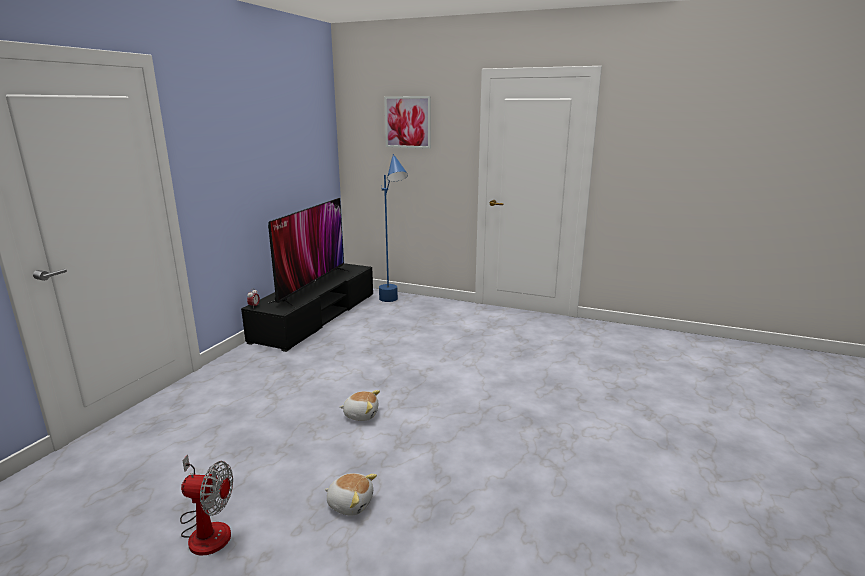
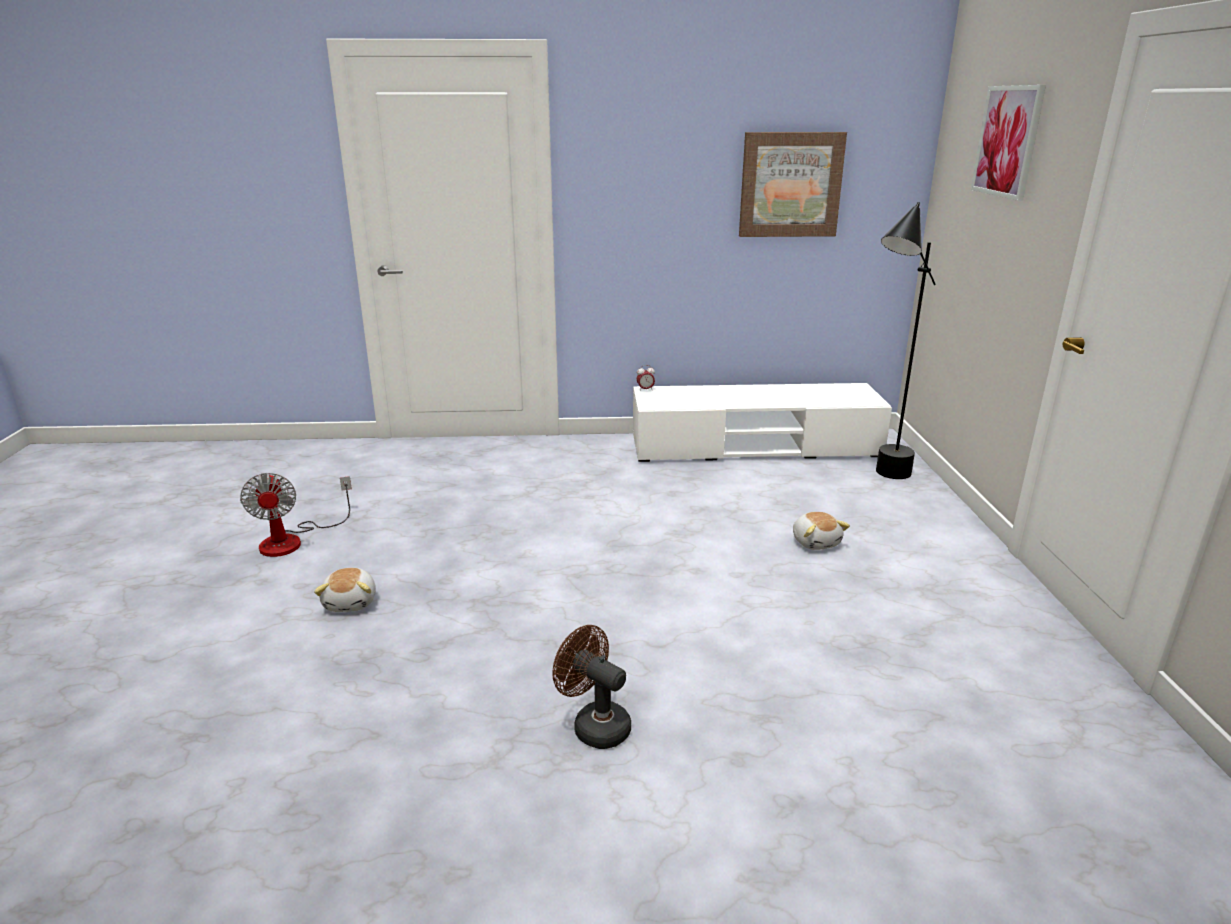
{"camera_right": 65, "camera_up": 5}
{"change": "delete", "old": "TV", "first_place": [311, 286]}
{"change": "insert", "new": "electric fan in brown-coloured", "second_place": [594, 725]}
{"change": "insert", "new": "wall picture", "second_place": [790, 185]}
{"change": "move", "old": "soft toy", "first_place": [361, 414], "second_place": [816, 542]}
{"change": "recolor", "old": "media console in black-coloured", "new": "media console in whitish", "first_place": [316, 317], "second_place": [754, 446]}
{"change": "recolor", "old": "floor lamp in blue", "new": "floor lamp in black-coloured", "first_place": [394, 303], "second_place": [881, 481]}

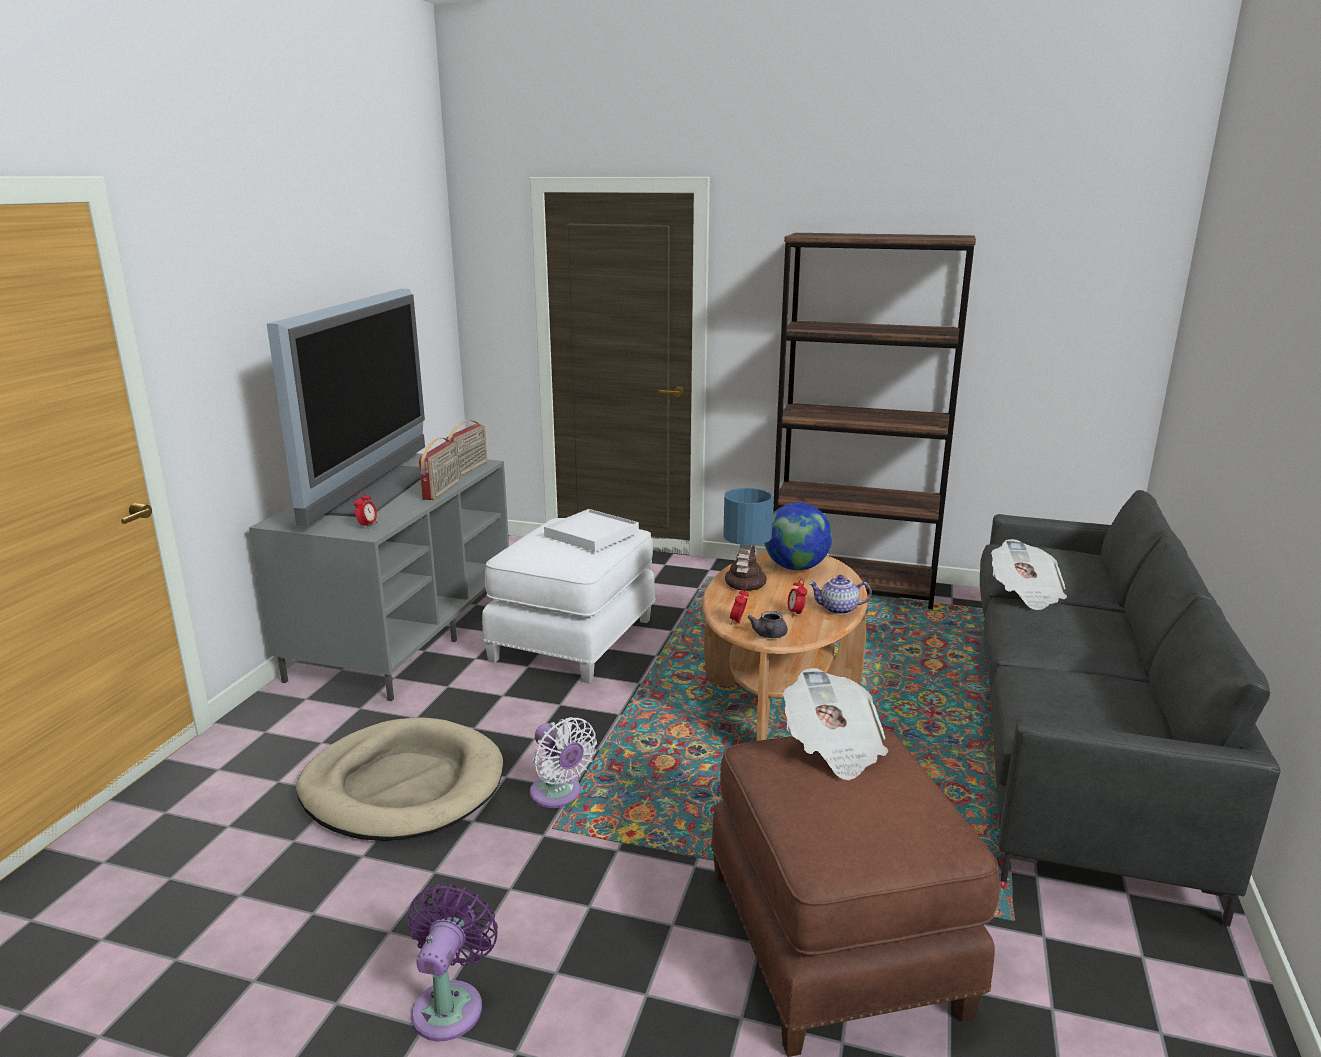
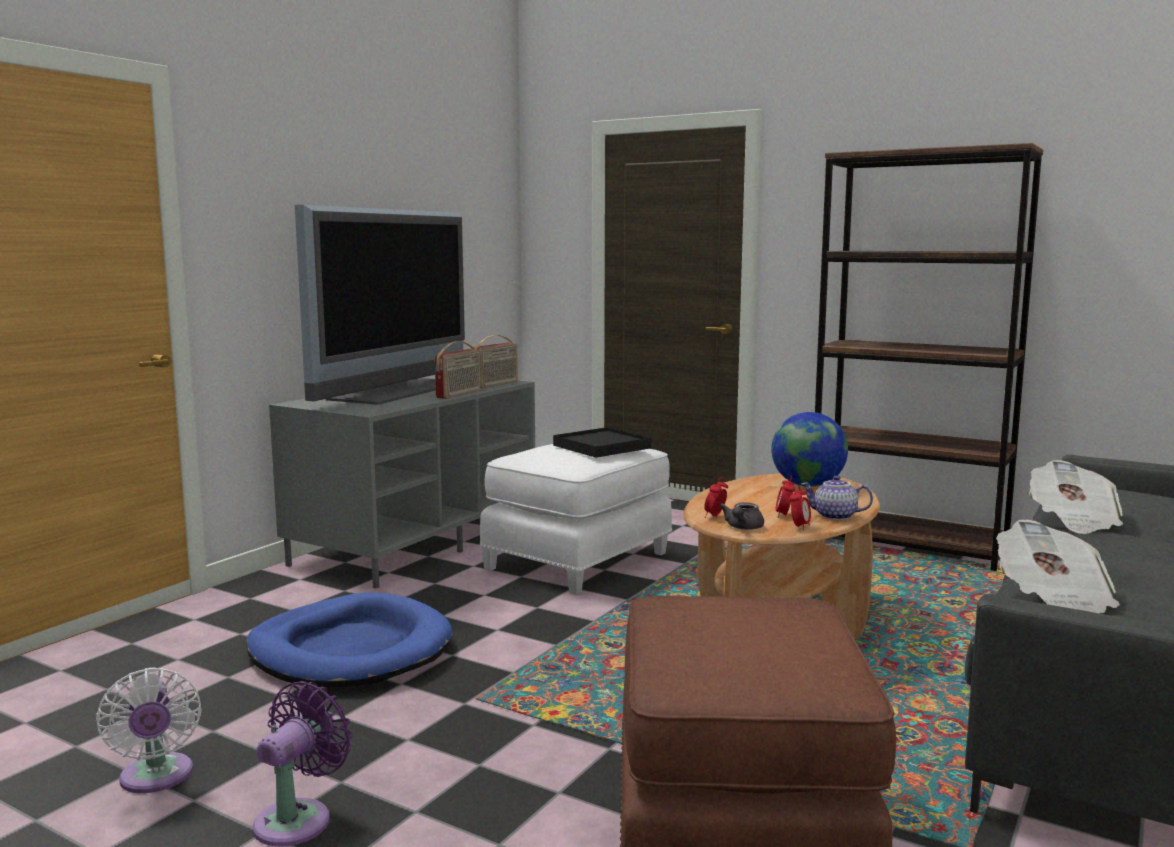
{"camera_right": 15, "camera_up": -10}
{"change": "delete", "old": "table lamp", "first_place": [745, 583]}
{"change": "move", "old": "bedside clock", "first_place": [367, 525], "second_place": [799, 527]}
{"change": "move", "old": "electric fan in whitish", "first_place": [558, 795], "second_place": [156, 778]}
{"change": "move", "old": "daily paper", "first_place": [833, 747], "second_place": [1053, 600]}
{"change": "recolor", "old": "pet bed in sand-coloured", "new": "pet bed in blue", "first_place": [403, 786], "second_place": [350, 650]}
{"change": "recolor", "old": "serving tray in whitish", "new": "serving tray in black-coloured", "first_place": [591, 534], "second_place": [601, 447]}

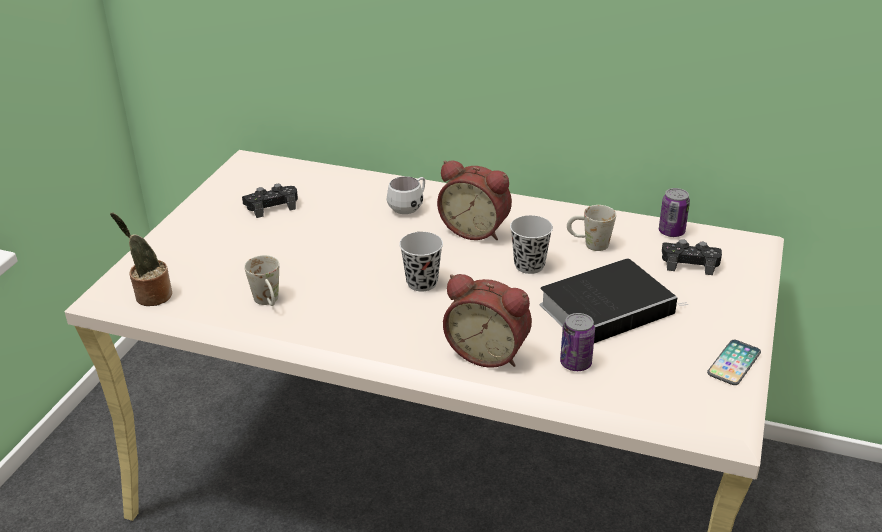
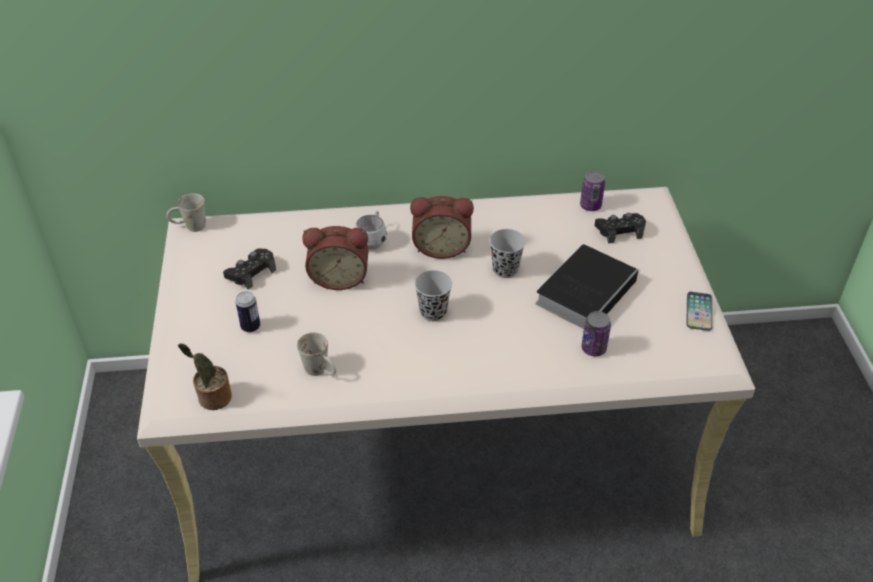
{"camera_right": -25, "camera_up": 10}
{"change": "insert", "new": "can", "second_place": [250, 327]}
{"change": "move", "old": "bedside clock", "first_place": [488, 352], "second_place": [339, 277]}
{"change": "move", "old": "coffee mug in whitish", "first_place": [589, 244], "second_place": [189, 227]}

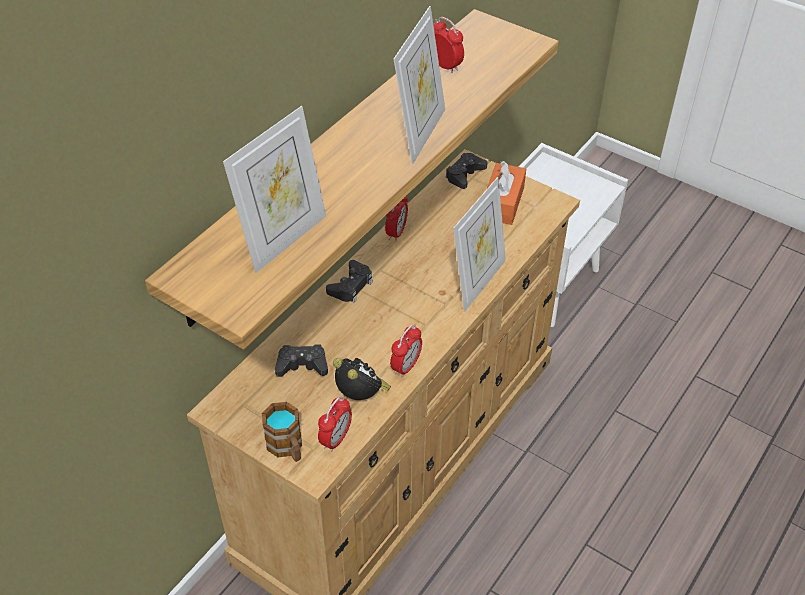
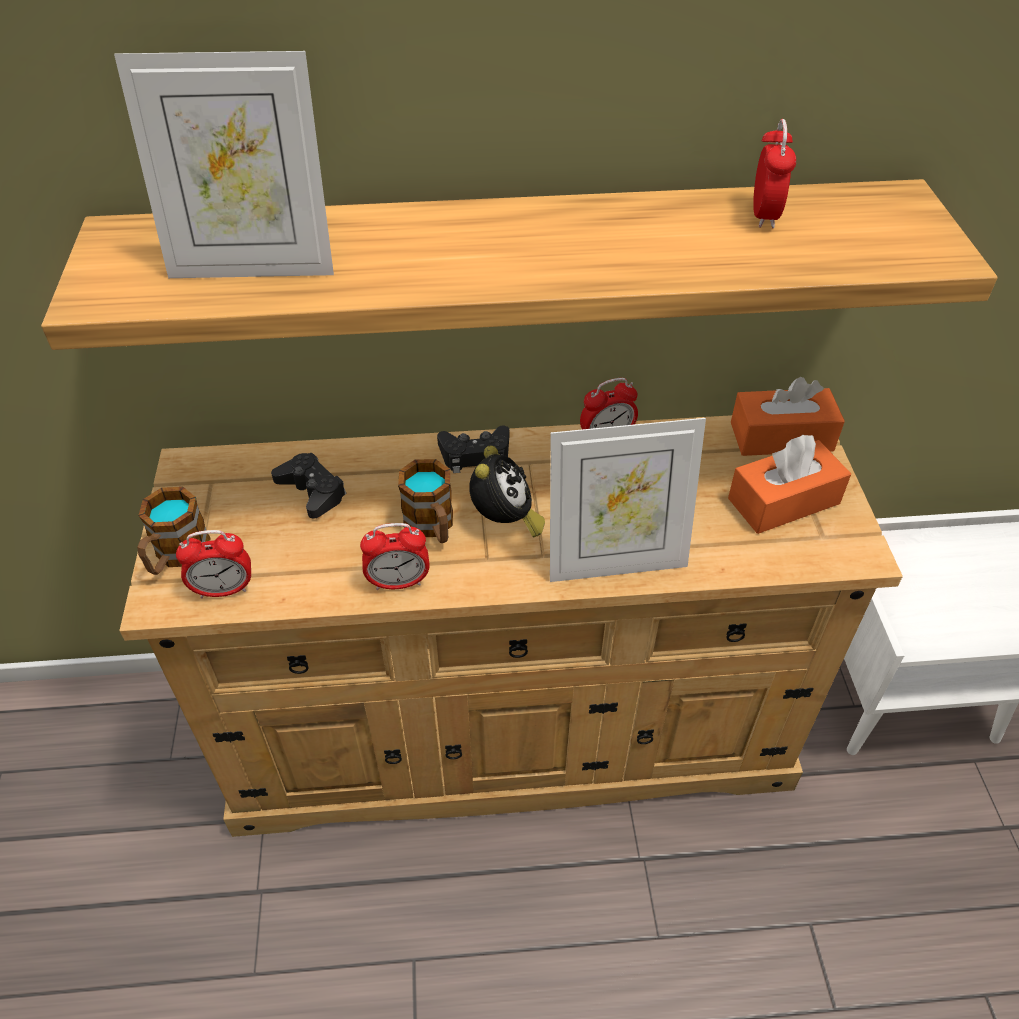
{"camera_right": 50, "camera_up": 0}
{"change": "delete", "old": "picture frame", "first_place": [420, 133]}
{"change": "insert", "new": "coffee mug", "second_place": [432, 526]}
{"change": "move", "old": "bedside clock", "first_place": [361, 396], "second_place": [505, 521]}
{"change": "replace", "old": "gamepad in black-coloured", "new": "tissue box in orange", "first_place": [464, 175], "second_place": [781, 437]}

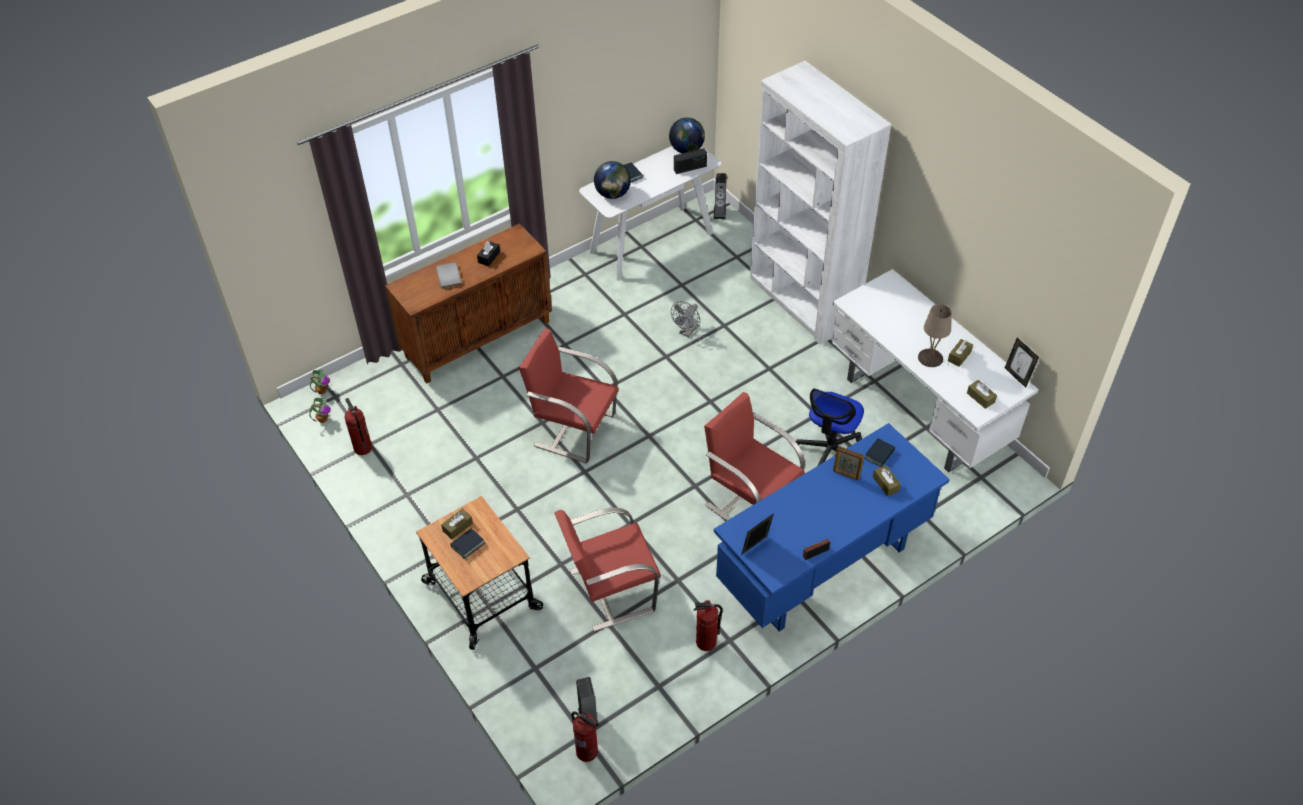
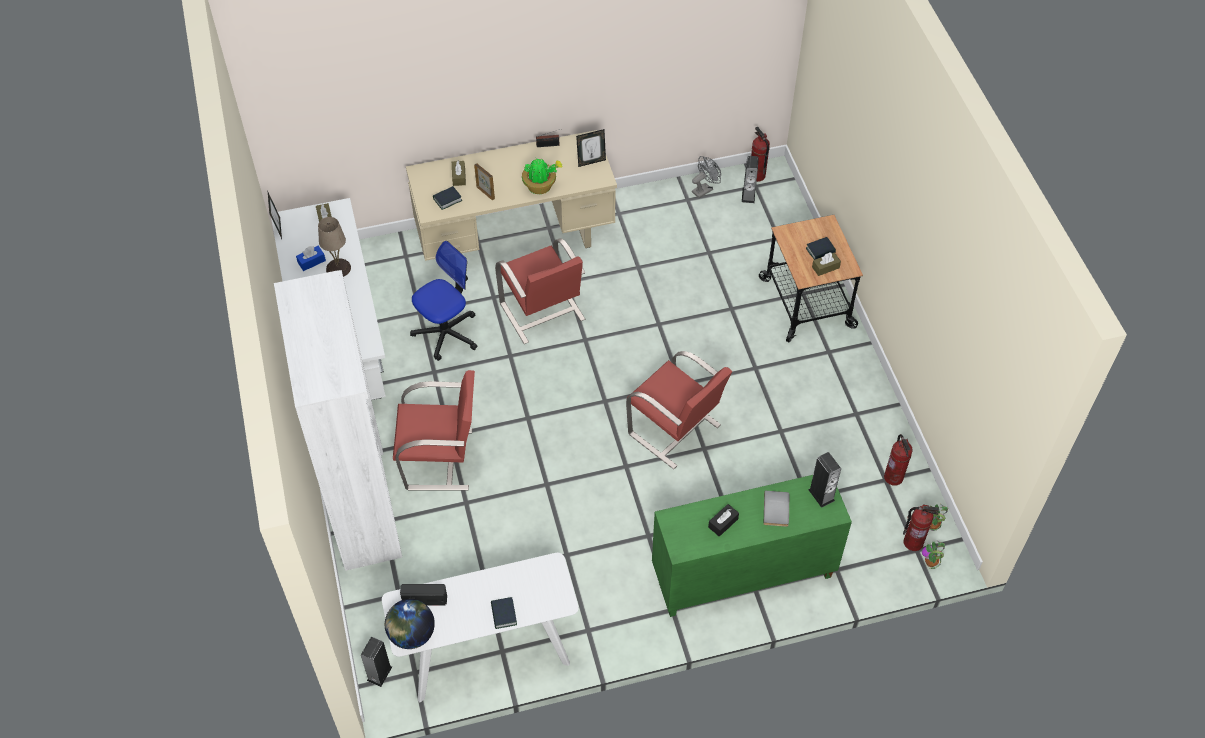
{"camera_right": -160, "camera_up": 5}
{"change": "delete", "old": "desk globe", "first_place": [613, 194]}
{"change": "insert", "new": "potted plant", "second_place": [540, 186]}
{"change": "insert", "new": "audio speaker", "second_place": [821, 495]}
{"change": "move", "old": "plain chair in red", "first_place": [610, 591], "second_place": [441, 459]}
{"change": "move", "old": "electric fan in grey", "first_place": [687, 332], "second_place": [704, 189]}
{"change": "move", "old": "extinguisher", "first_place": [706, 642], "second_place": [913, 542]}
{"change": "recolor", "old": "storage cabinet in brown-coloured", "new": "storage cabinet in green", "first_place": [478, 338], "second_place": [742, 576]}
{"change": "recolor", "old": "desk table in blue", "new": "desk table in sand-coloured", "first_place": [823, 569], "second_place": [516, 240]}
{"change": "recolor", "old": "tissue box in brown-coloured", "new": "tissue box in blue", "first_place": [959, 356], "second_place": [311, 261]}

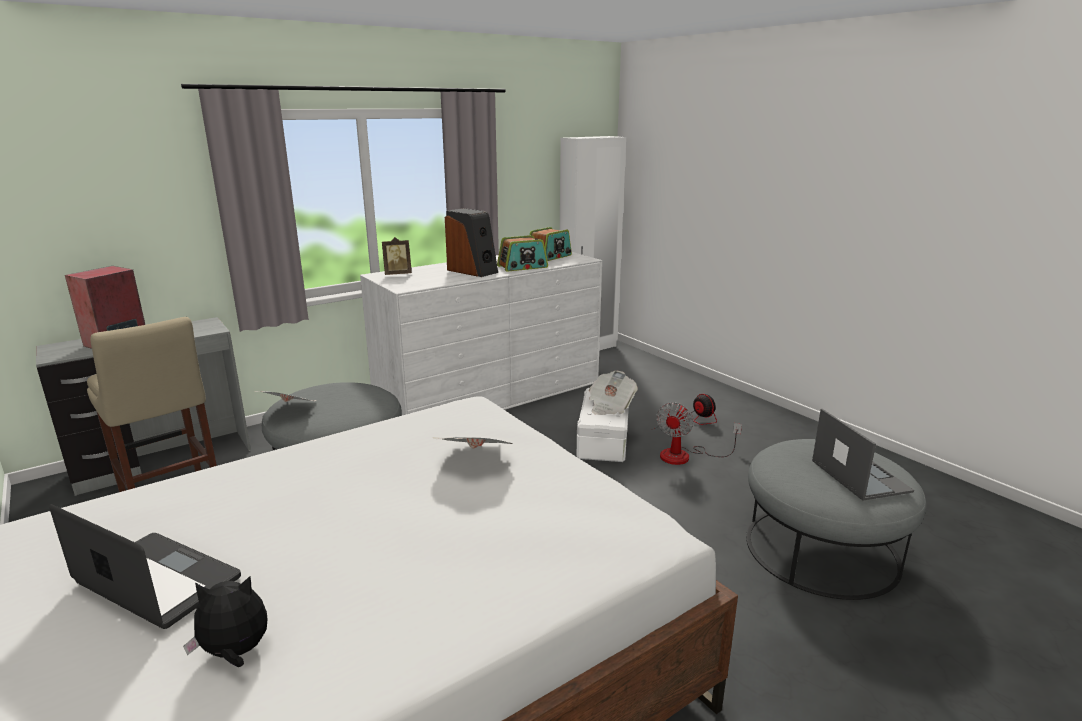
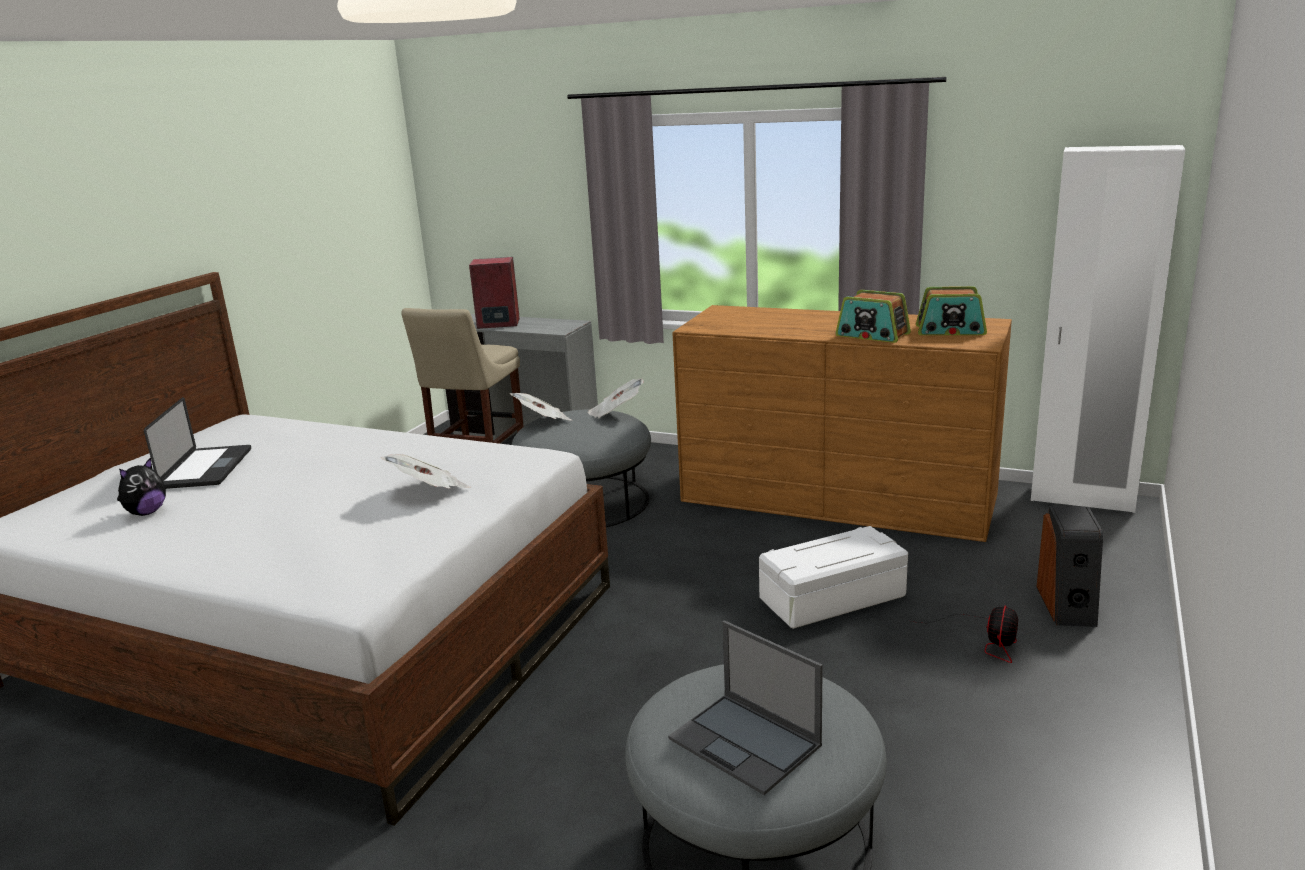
{"camera_right": 60, "camera_up": 0}
{"change": "delete", "old": "picture frame", "first_place": [397, 274]}
{"change": "delete", "old": "electric fan", "first_place": [685, 456]}
{"change": "move", "old": "audio speaker", "first_place": [473, 271], "second_place": [1068, 605]}
{"change": "move", "old": "daily paper", "first_place": [610, 406], "second_place": [616, 413]}
{"change": "recolor", "old": "dresser in whitish", "new": "dresser in brown-coloured", "first_place": [490, 394], "second_place": [837, 497]}
{"change": "rotate", "old": "soft toy", "first_place": [235, 653], "second_place": [146, 512], "degrees": 75}
{"change": "rotate", "old": "portable computer", "first_place": [859, 475], "second_place": [746, 743], "degrees": 90}

